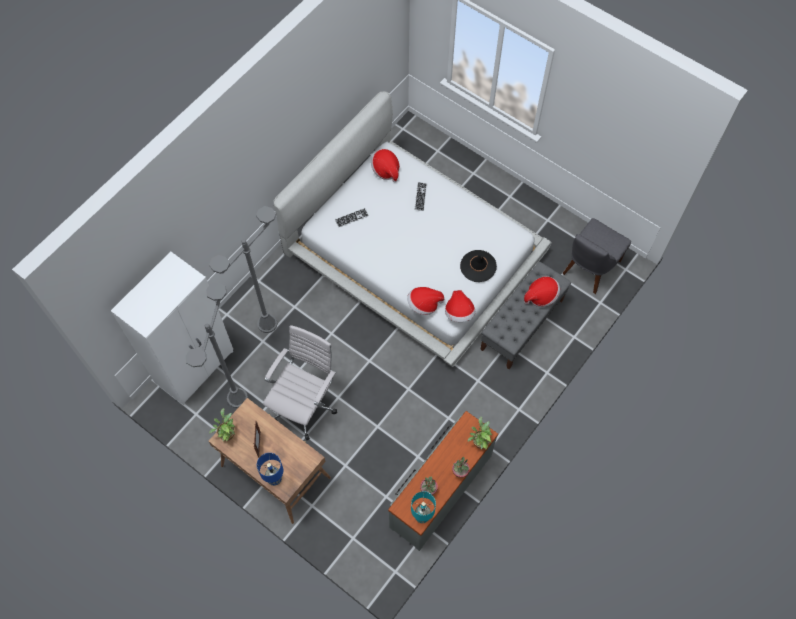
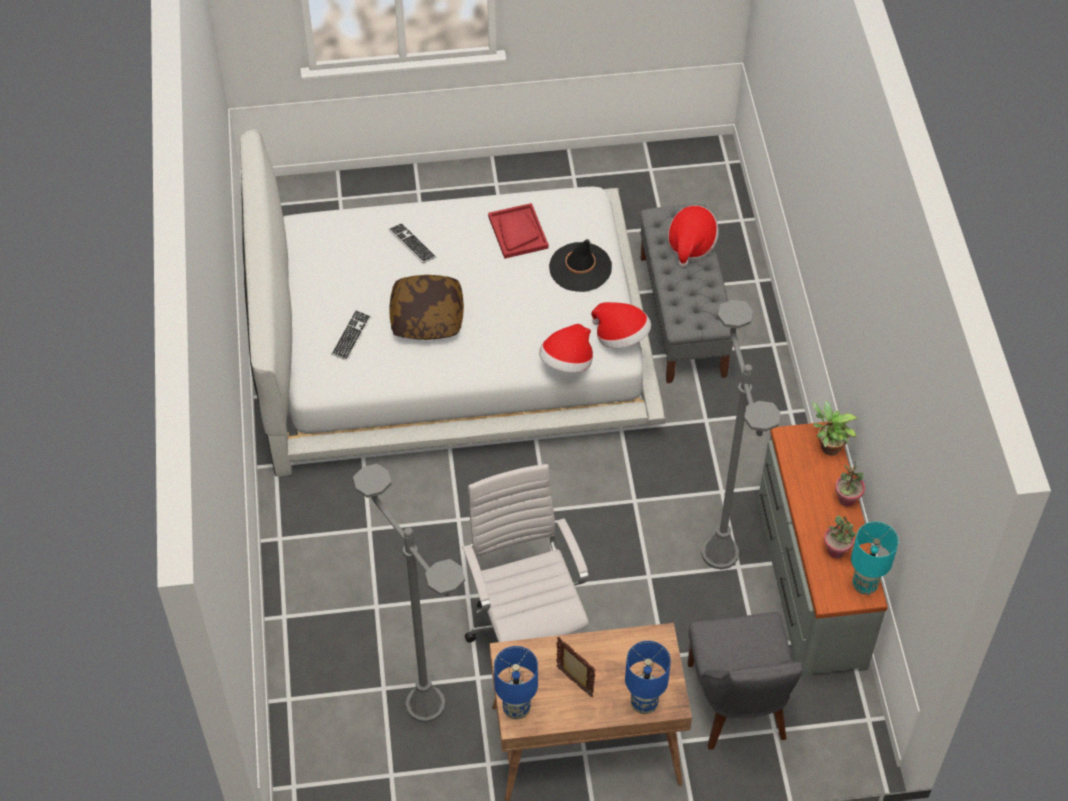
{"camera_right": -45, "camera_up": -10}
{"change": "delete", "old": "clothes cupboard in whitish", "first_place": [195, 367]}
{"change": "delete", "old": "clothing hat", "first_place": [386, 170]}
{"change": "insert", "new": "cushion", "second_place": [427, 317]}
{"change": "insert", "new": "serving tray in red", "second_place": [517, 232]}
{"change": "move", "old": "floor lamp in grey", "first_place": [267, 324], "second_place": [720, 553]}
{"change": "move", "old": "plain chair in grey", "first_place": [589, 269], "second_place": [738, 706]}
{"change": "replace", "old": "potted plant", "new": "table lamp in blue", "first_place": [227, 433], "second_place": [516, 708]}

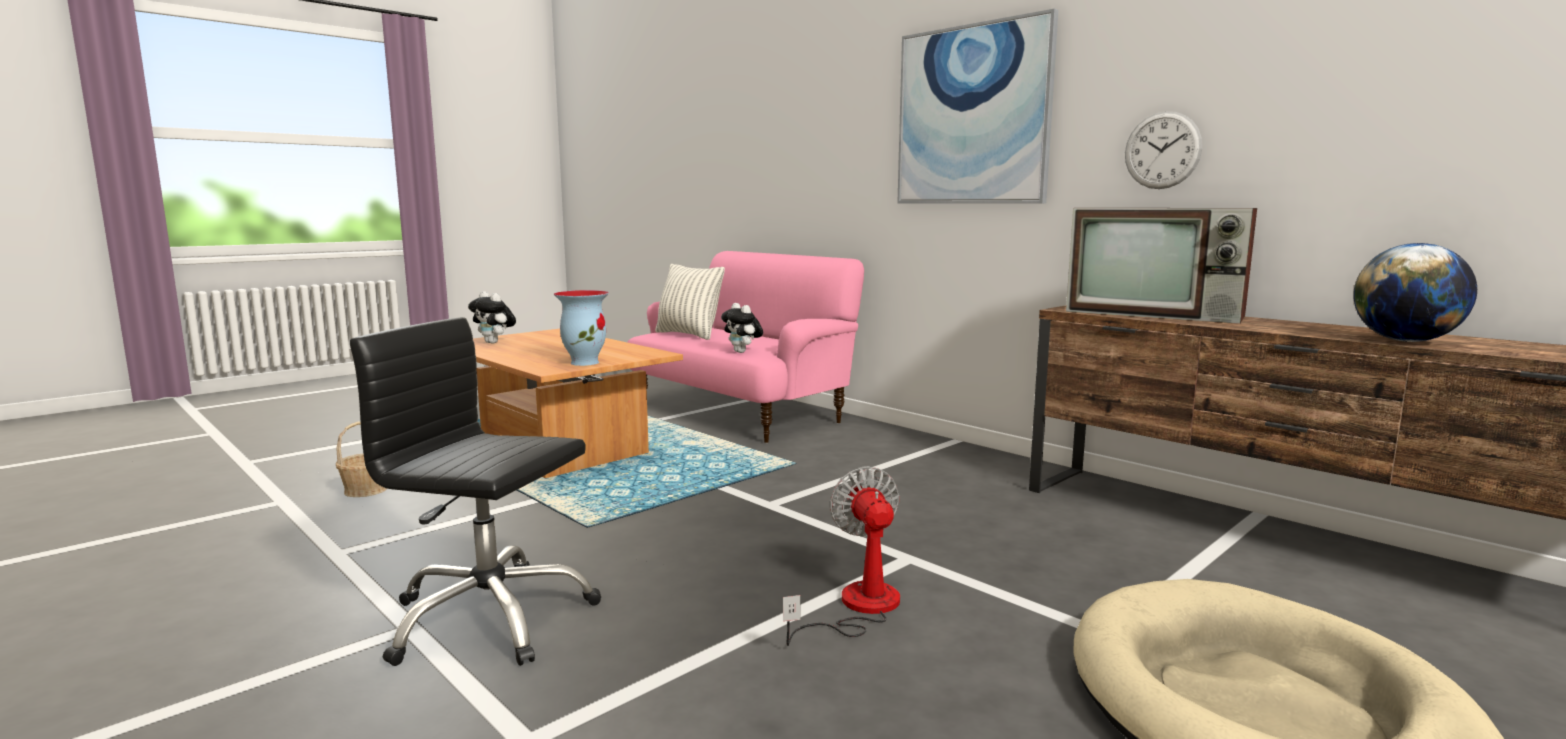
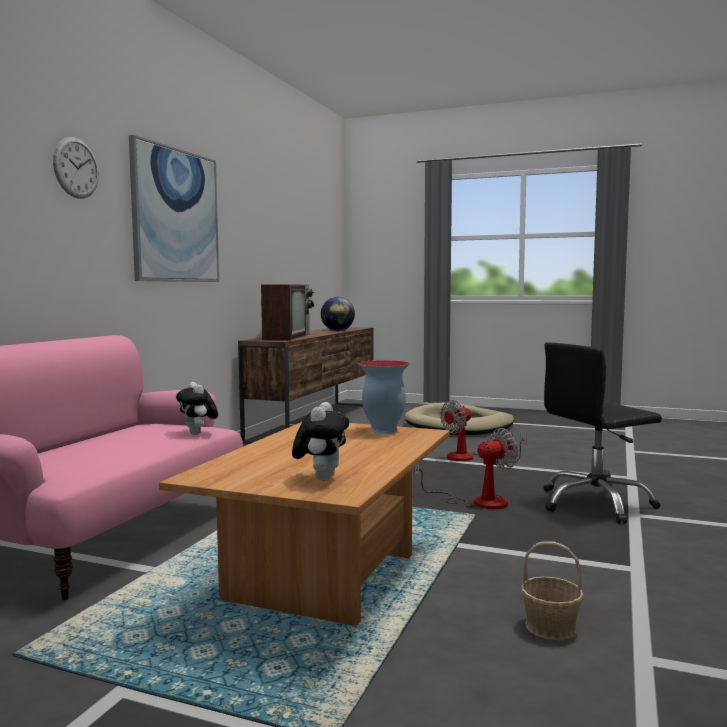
{"camera_right": -115, "camera_up": -5}
{"change": "delete", "old": "cushion", "first_place": [689, 335]}
{"change": "insert", "new": "electric fan", "second_place": [477, 501]}
{"change": "move", "old": "clock on the wall", "first_place": [1162, 150], "second_place": [76, 168]}
{"change": "rotate", "old": "computer chair in black-coloured", "first_place": [489, 618], "second_place": [595, 504], "degrees": 75}
{"change": "rotate", "old": "soft toy", "first_place": [742, 352], "second_place": [198, 434], "degrees": 120}

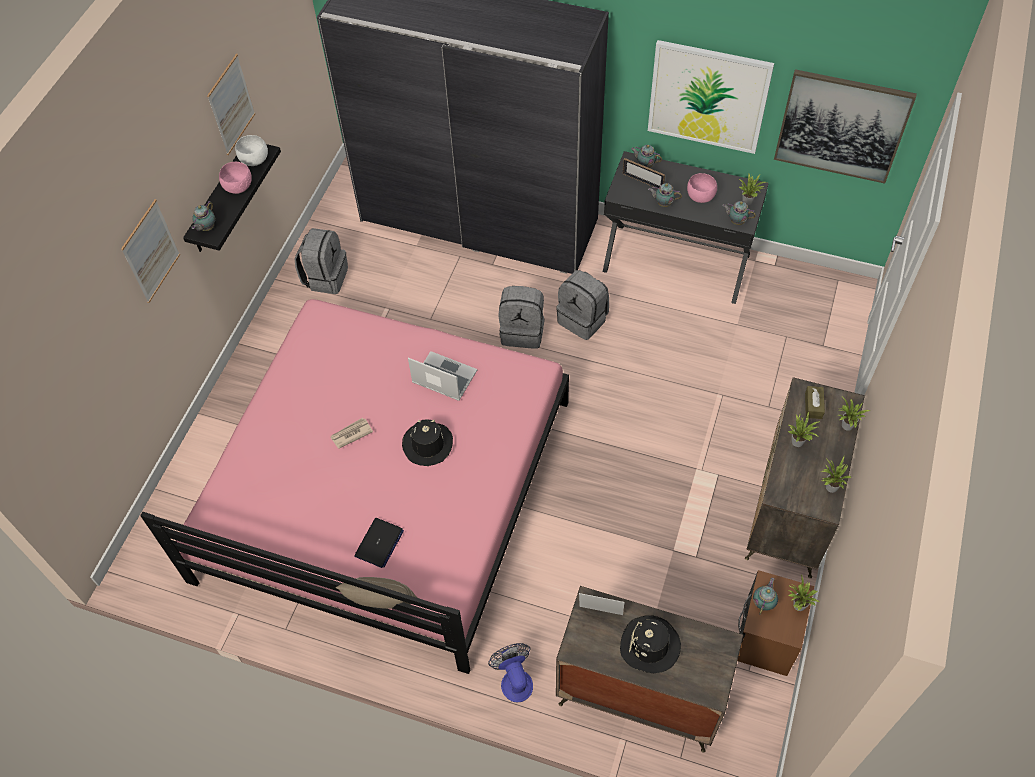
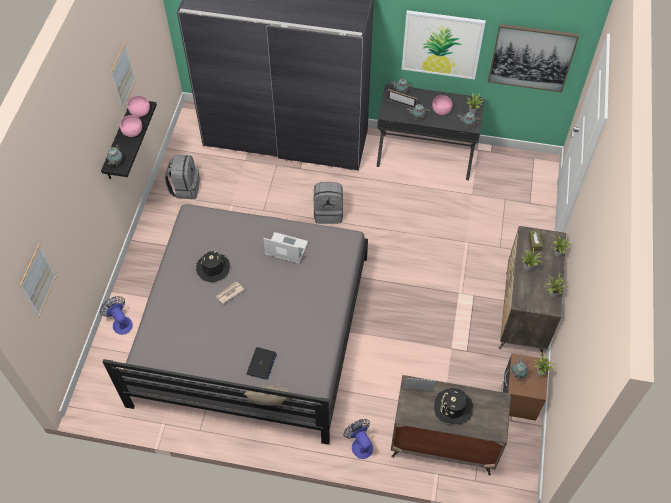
{"camera_right": -10, "camera_up": 0}
{"change": "delete", "old": "rucksack in grey", "first_place": [583, 319]}
{"change": "insert", "new": "electric fan", "second_place": [120, 322]}
{"change": "move", "old": "wall picture", "first_place": [151, 251], "second_place": [38, 280]}
{"change": "move", "old": "clothing hat in black-coloured", "first_place": [427, 445], "second_place": [213, 268]}
{"change": "recolor", "old": "bedroom bed in pink", "new": "bedroom bed in grey", "first_place": [384, 489], "second_place": [251, 329]}
{"change": "recolor", "old": "serving bowl in whitish", "new": "serving bowl in pink", "first_place": [254, 160], "second_place": [139, 112]}

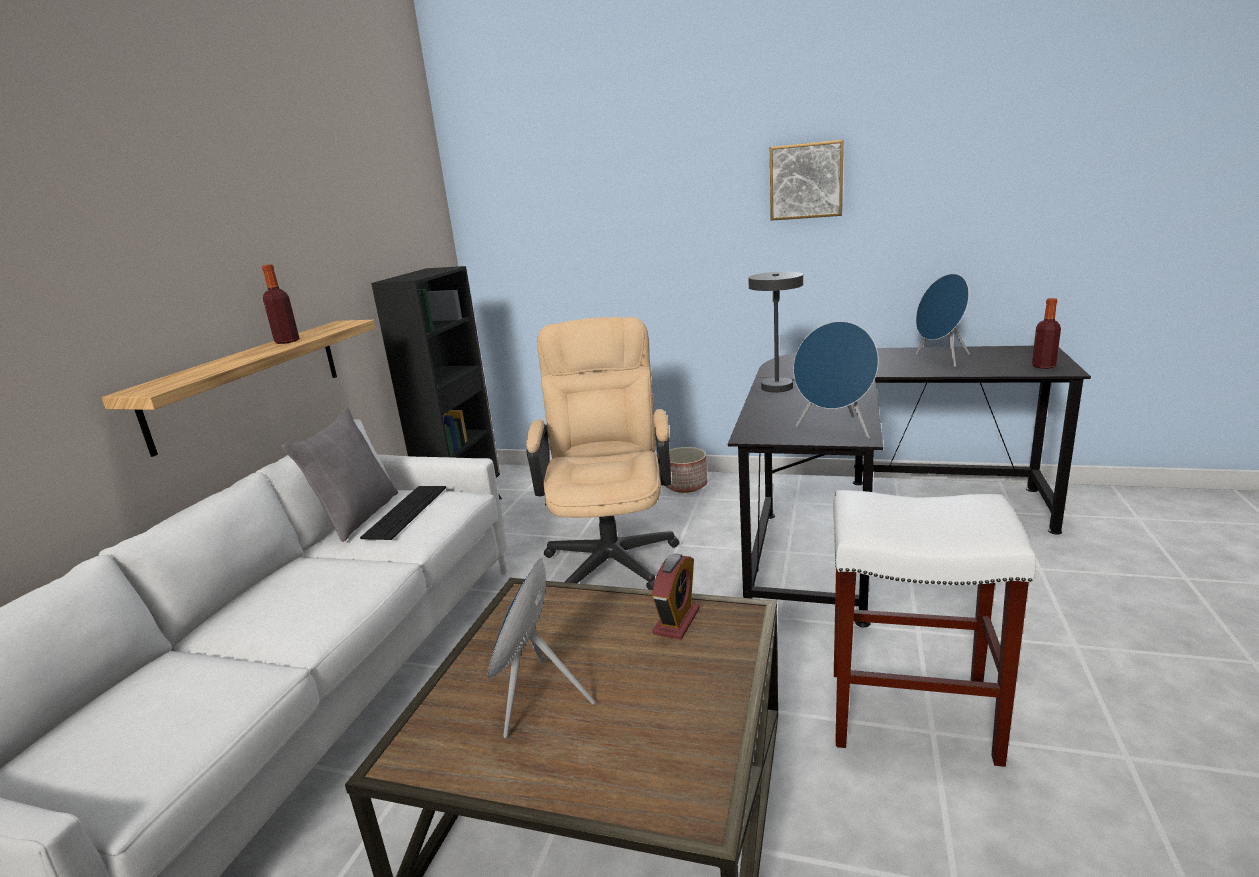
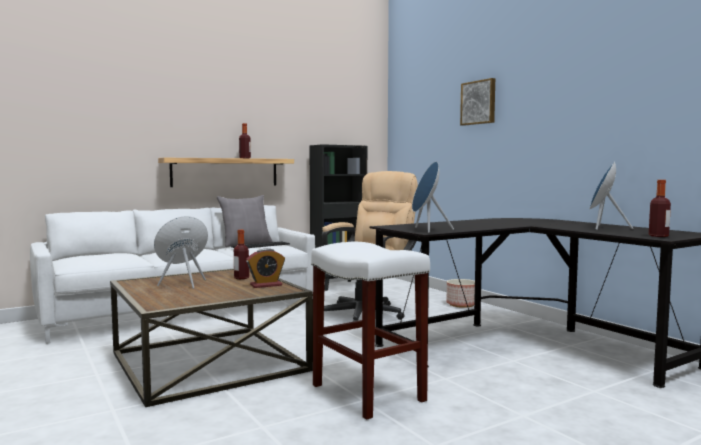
{"camera_right": 40, "camera_up": -15}
{"change": "delete", "old": "table lamp in grey", "first_place": [780, 386]}
{"change": "insert", "new": "beverage bottle", "second_place": [241, 278]}
{"change": "move", "old": "wall picture", "first_place": [806, 181], "second_place": [479, 102]}

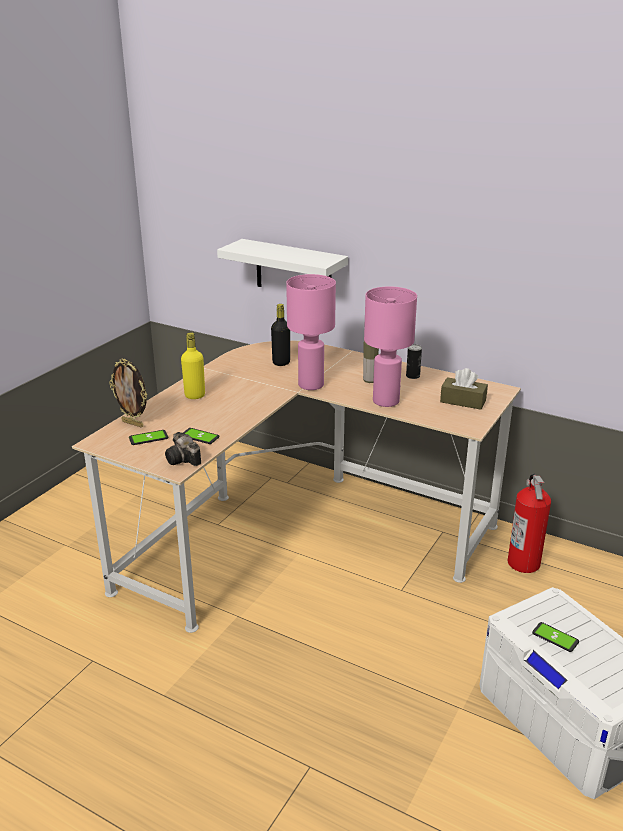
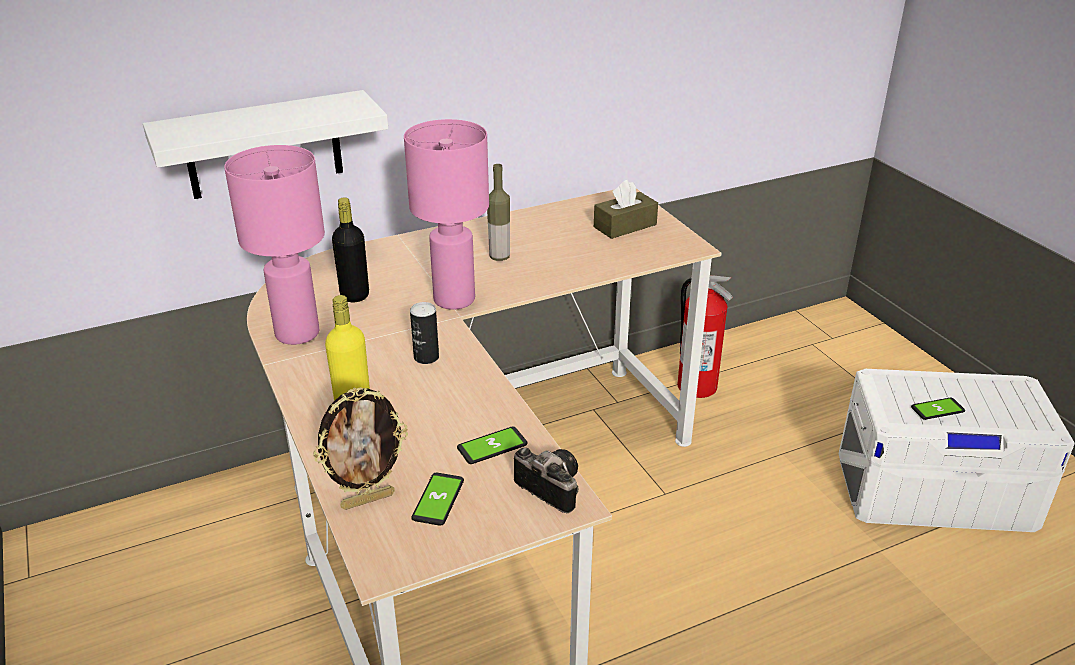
{"camera_right": -55, "camera_up": 5}
{"change": "move", "old": "table lamp in pink", "first_place": [386, 401], "second_place": [298, 333]}
{"change": "move", "old": "can", "first_place": [413, 376], "second_place": [426, 357]}
{"change": "rotate", "old": "photo camera", "first_place": [184, 460], "second_place": [548, 487], "degrees": -135}

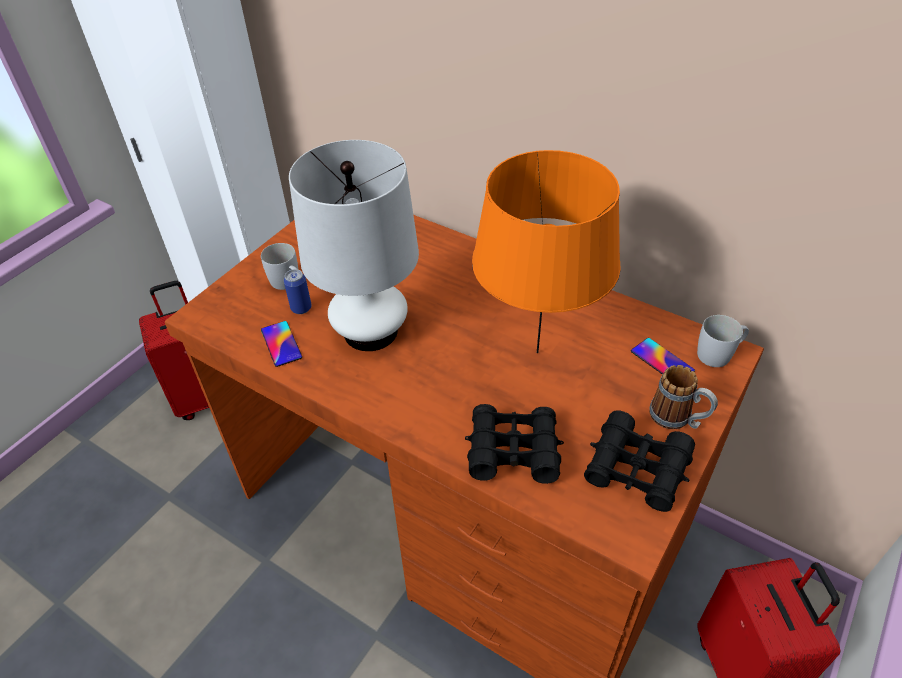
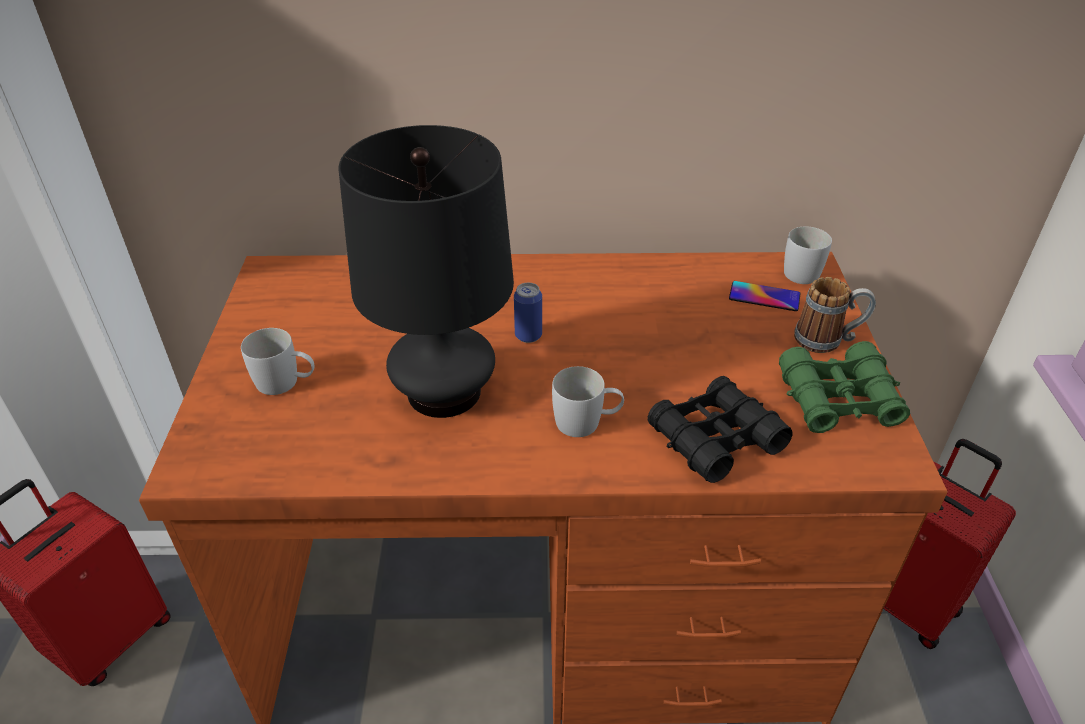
{"camera_right": -35, "camera_up": -5}
{"change": "delete", "old": "handset", "first_place": [281, 344]}
{"change": "delete", "old": "table lamp in orange", "first_place": [538, 352]}
{"change": "insert", "new": "coffee mug in whitish", "second_place": [587, 422]}
{"change": "move", "old": "can", "first_place": [301, 308], "second_place": [528, 335]}
{"change": "recolor", "old": "table lamp in whitish", "new": "table lamp in black-coloured", "first_place": [370, 331], "second_place": [444, 392]}
{"change": "recolor", "old": "binoculars in black-coloured", "new": "binoculars in green", "first_place": [637, 469], "second_place": [838, 399]}

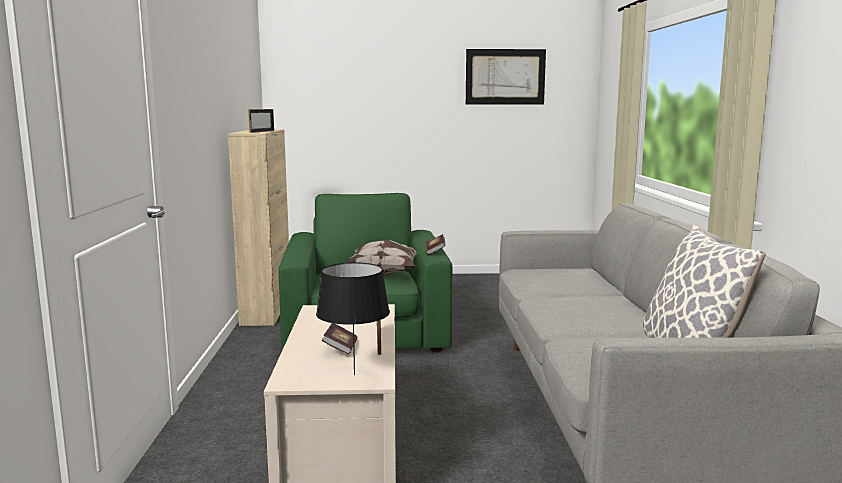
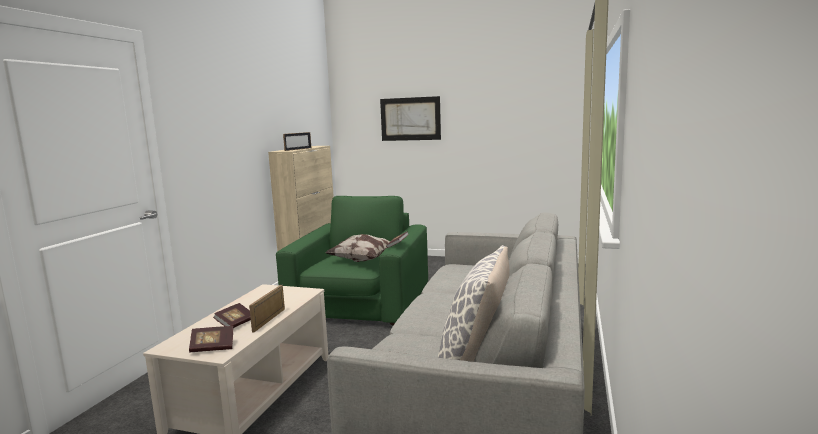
{"camera_right": 20, "camera_up": 0}
{"change": "move", "old": "wall picture", "first_place": [505, 77], "second_place": [410, 119]}
{"change": "replace", "old": "table lamp in black-coloured", "new": "book", "first_place": [353, 375], "second_place": [212, 347]}

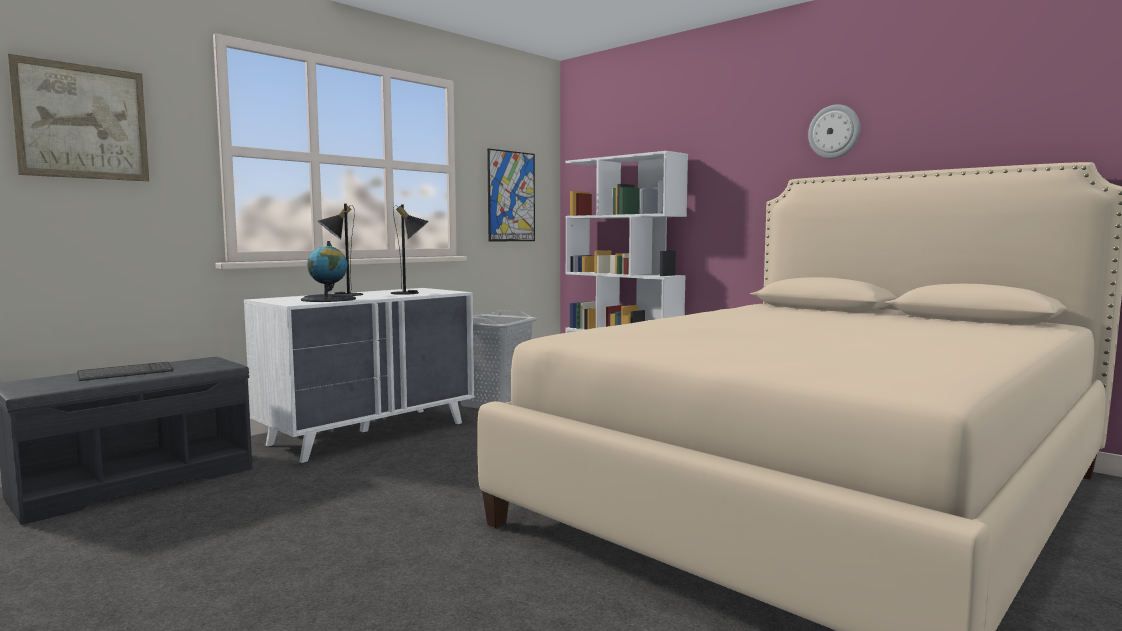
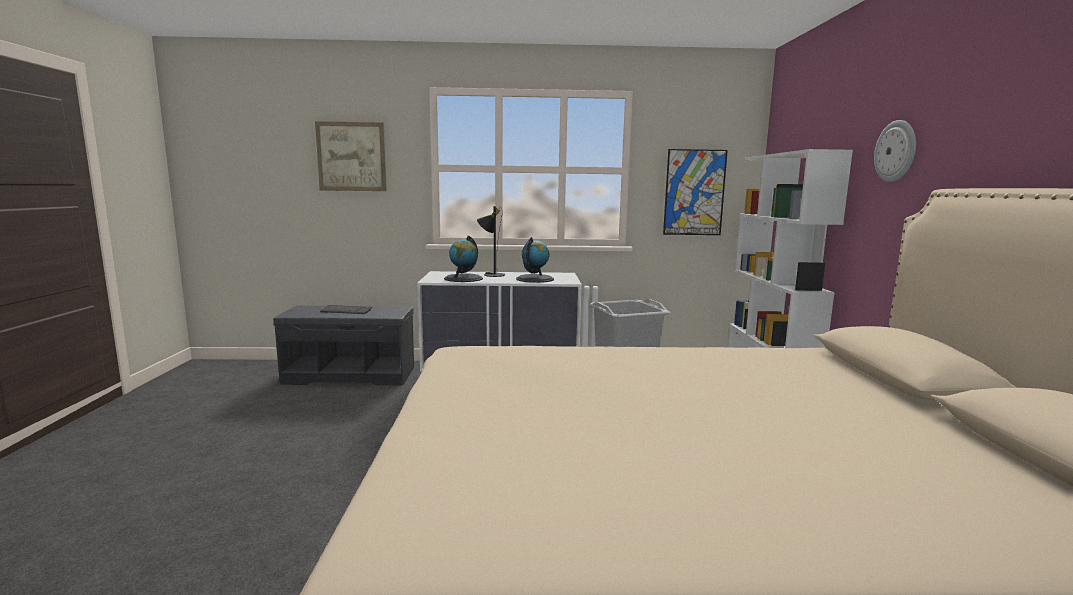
{"camera_right": 45, "camera_up": 5}
{"change": "move", "old": "clock on the wall", "first_place": [834, 131], "second_place": [896, 151]}
{"change": "replace", "old": "table lamp in black-coloured", "new": "desk globe", "first_place": [410, 293], "second_place": [535, 279]}

